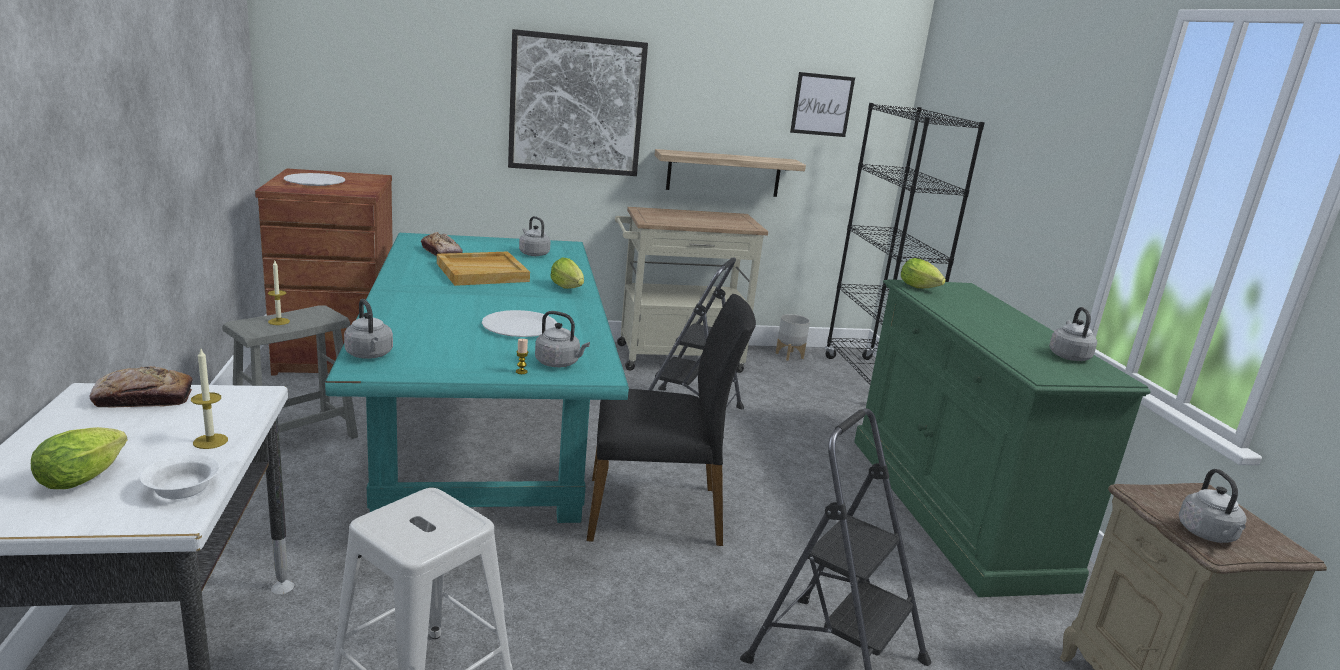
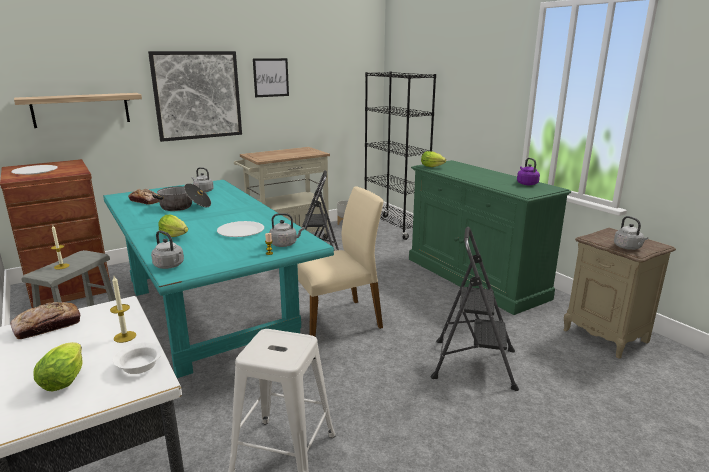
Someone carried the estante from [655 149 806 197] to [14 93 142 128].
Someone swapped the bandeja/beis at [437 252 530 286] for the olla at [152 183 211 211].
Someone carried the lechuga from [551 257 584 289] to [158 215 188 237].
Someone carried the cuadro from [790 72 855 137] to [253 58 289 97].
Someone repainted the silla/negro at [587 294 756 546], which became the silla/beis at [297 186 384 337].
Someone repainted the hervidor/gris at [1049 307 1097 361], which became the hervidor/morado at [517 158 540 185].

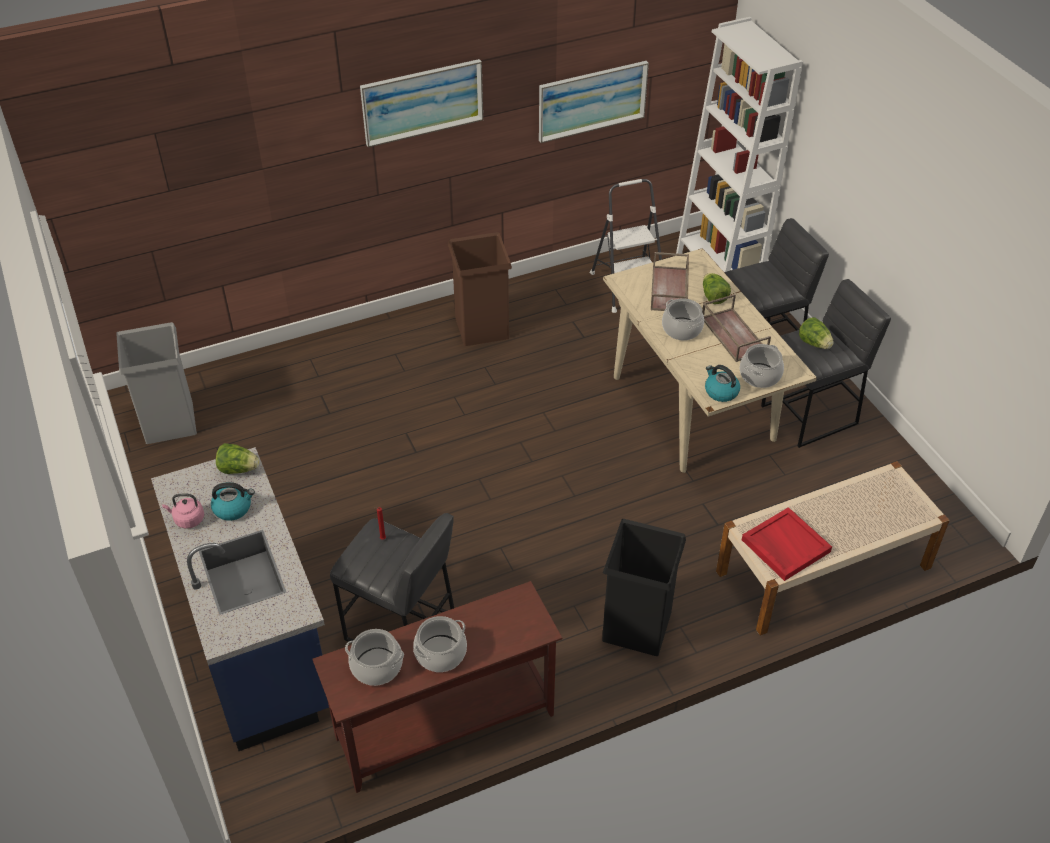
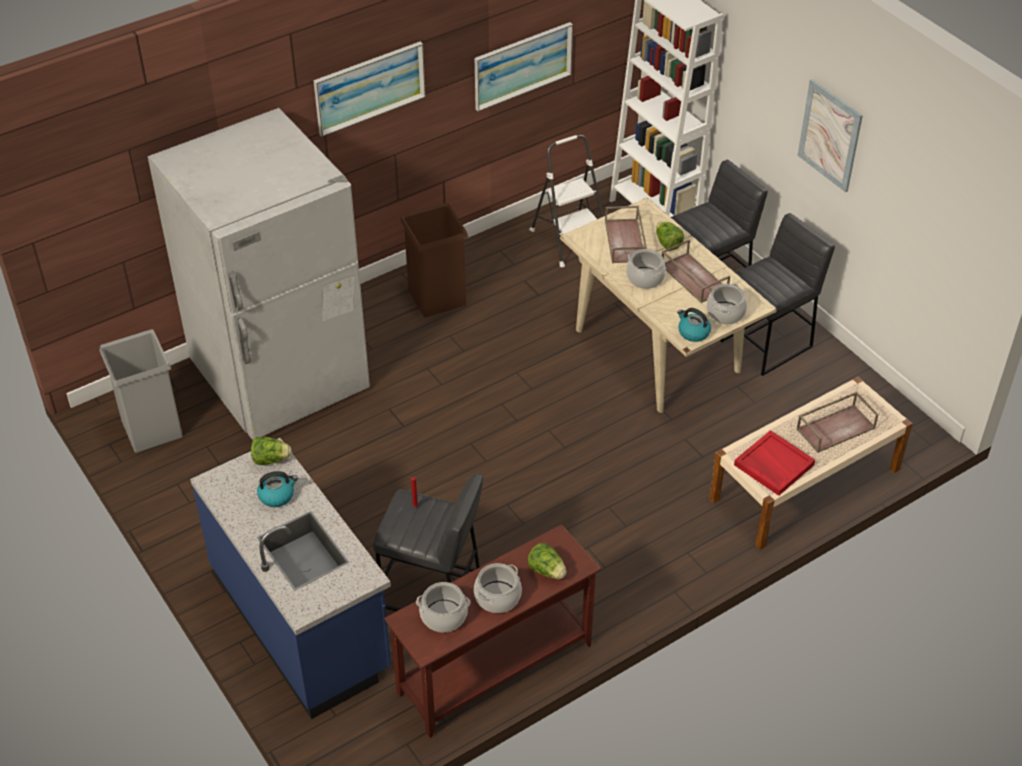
Someone put down the nevera/blanco at [148 108 370 440].
Someone carried the lechuga from [799 317 834 349] to [528 543 567 579].
Someone put down the bandeja/marrón at [796 392 878 453].
Someone put up the cuadro at [798 79 863 192].
Someone took away the hervidor/rosa at [162 494 204 529].
Someone took away the papelera/negro at [602 519 686 656].

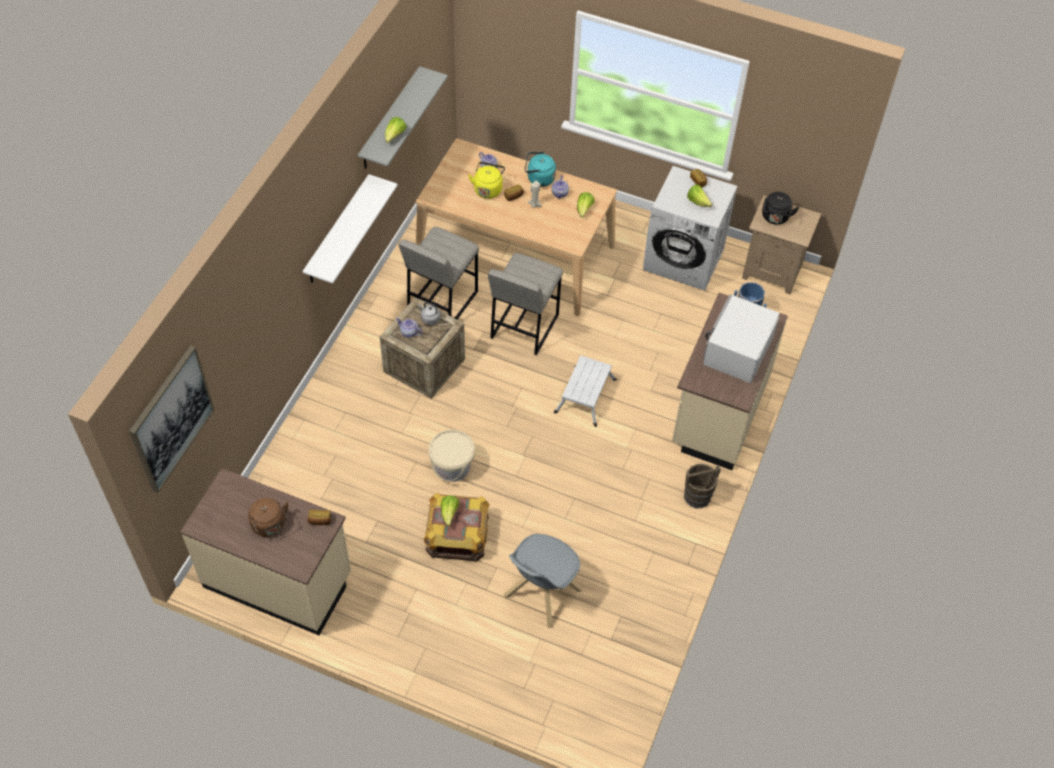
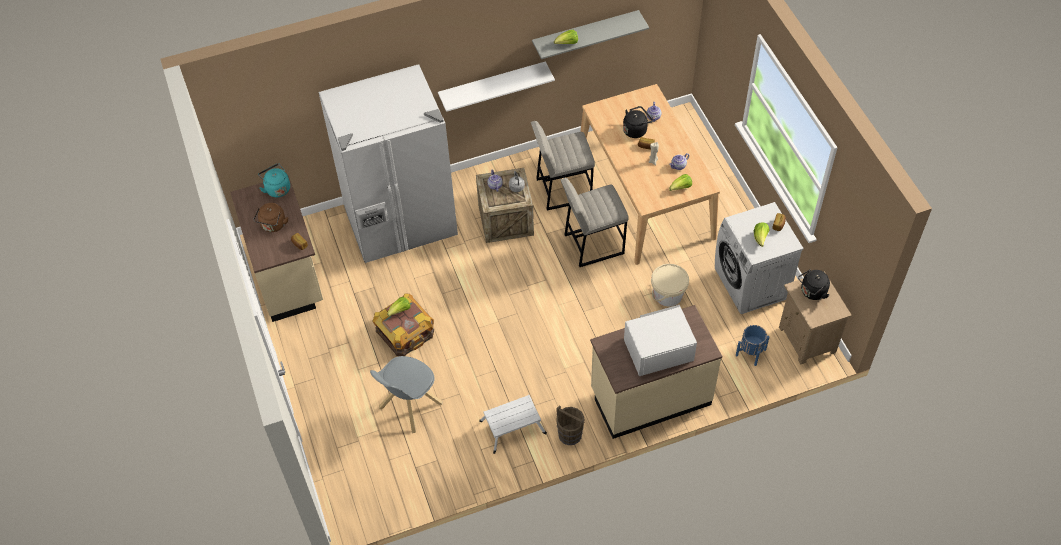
Someone carried the hervidor/turquesa from [525 152 556 187] to [258 163 290 197].
Someone put down the nevera/blanco at [319 64 458 263].
Someone rotated the silla/gris at [504 534 582 628] by 45 degrees counterclockwise.
Someone carried the escalera de tijera/blanco from [554 355 617 427] to [479 395 547 454].
Someone repainted the hervidor/amarillo at [468 162 505 199], which became the hervidor/negro at [623 106 653 138].
Someone carried the cubo/beis from [429 430 475 482] to [651 264 689 307].
Someone took away the cuadro at [129 345 214 493].

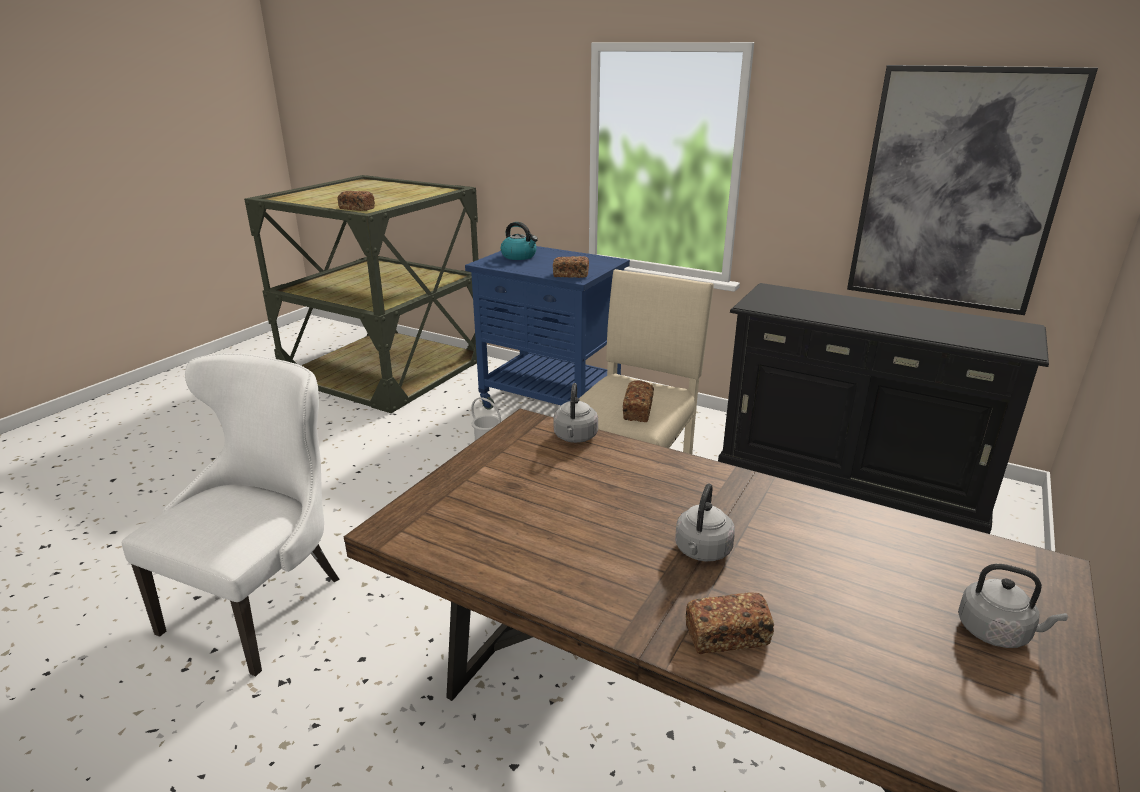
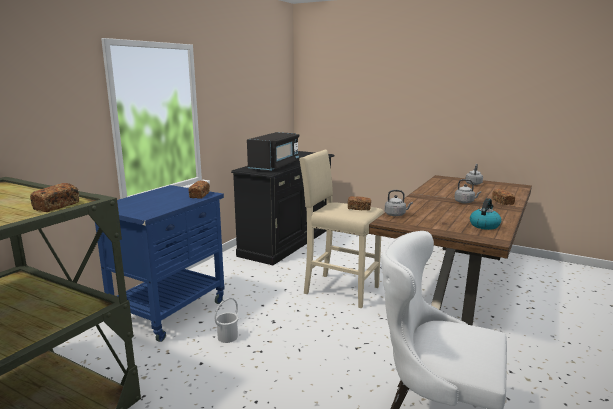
Someone put down the microondas/negro at [247 132 299 171].
Someone carried the hervidor from [501 222 538 260] to [470 198 501 230].
Someone took away the cuadro at [847 65 1098 315].

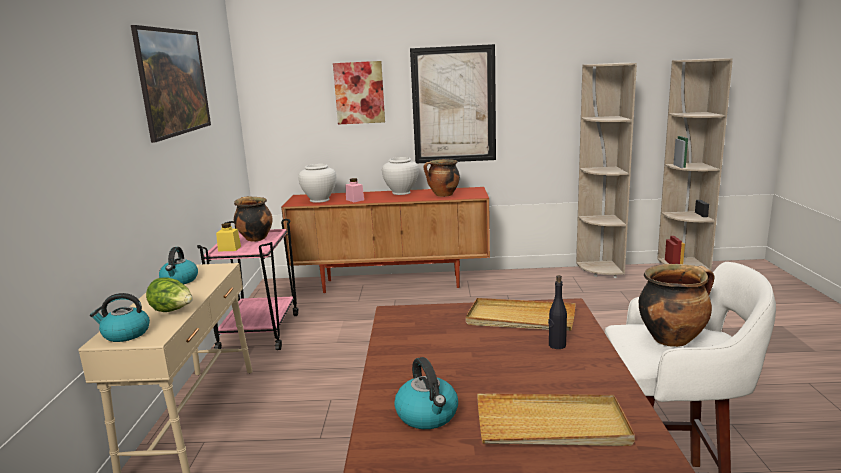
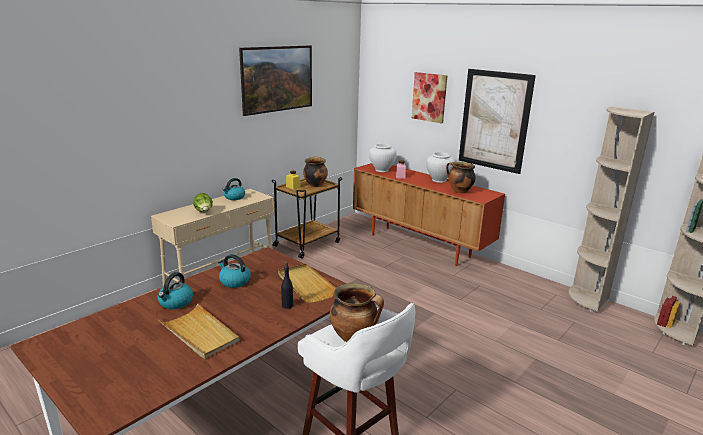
Someone carried the hervidor from [90 293 150 342] to [218 254 251 288].
Someone repainted the carrito/rosa at [197 219 298 350], which became the carrito/marrón at [272 177 342 259].

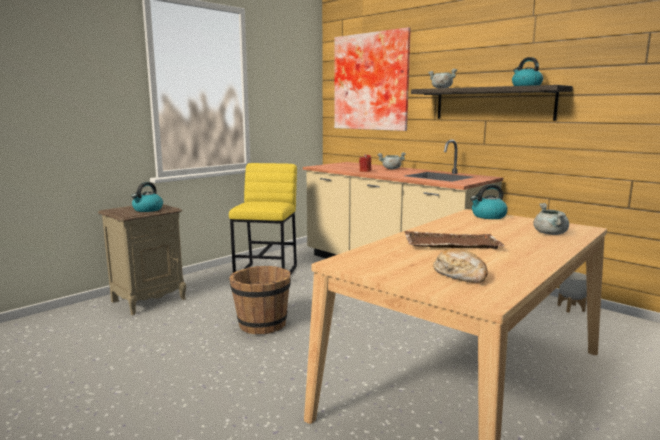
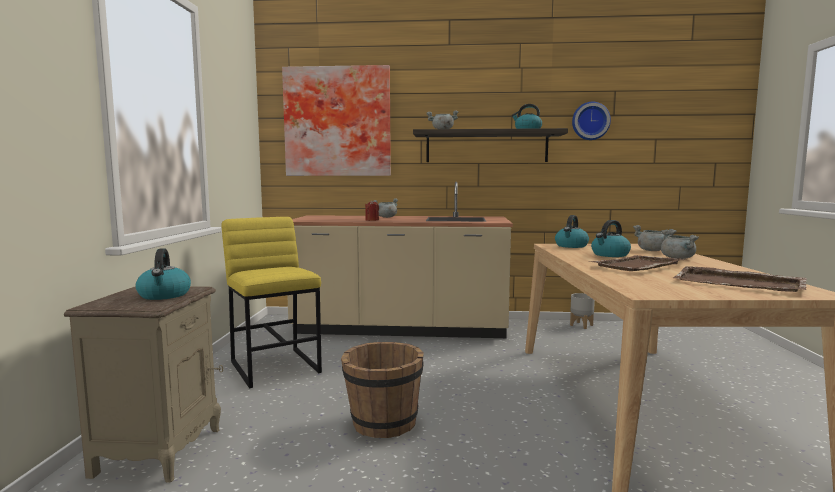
Someone put up the reloj de pared at [572 102 611 140].
Someone put down the hervidor at [591 220 631 257].
Someone put down the olla/gris at [661 229 699 259].
Someone swapped the pan at [433 249 488 283] for the bandeja/marrón at [673 266 807 292].

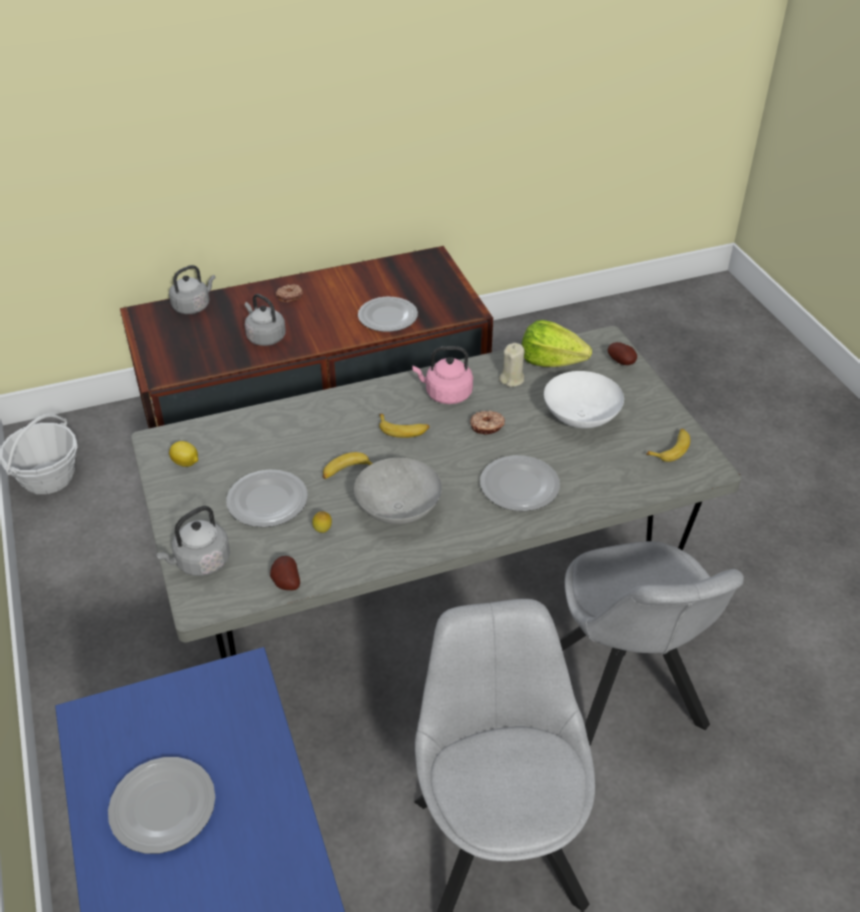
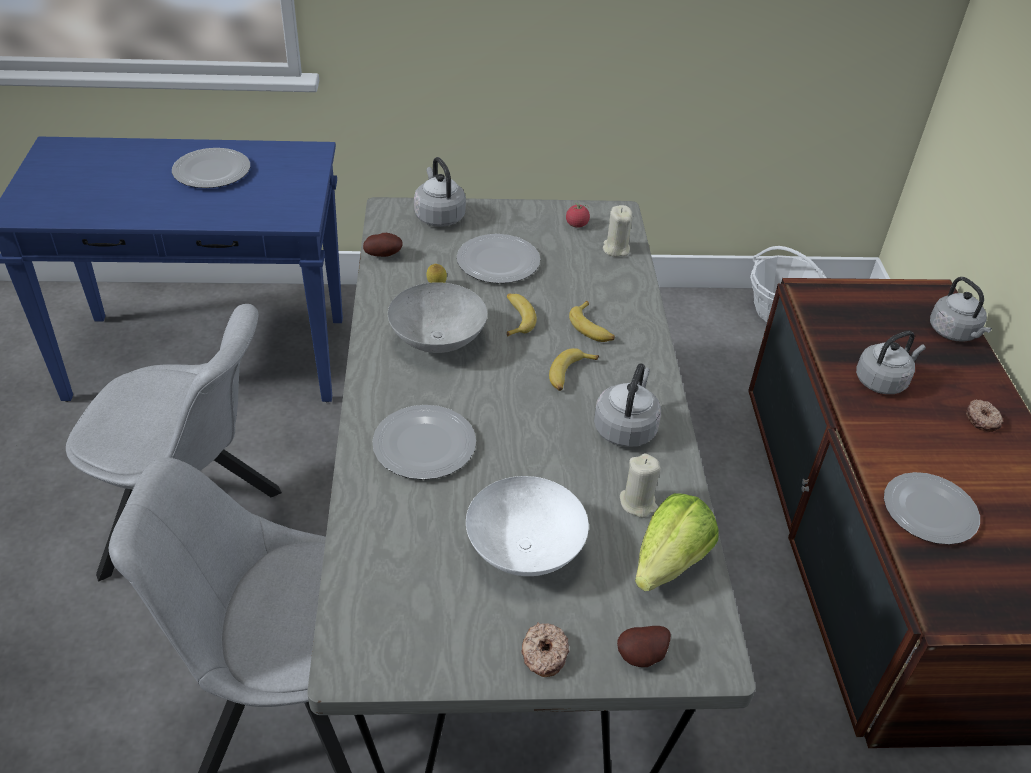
Someone carried the rosquilla from [470 411 505 435] to [521 622 569 677].
Someone swapped the limón at [169 441 198 467] for the tomate at [566 202 590 227].
Someone carried the plátano from [646 429 690 462] to [569 301 615 342].
Someone repainted the hervidor/rosa at [412 346 473 404], which became the hervidor/gris at [594 363 661 447].
Someone put down the vela/beis at [603 205 633 257].

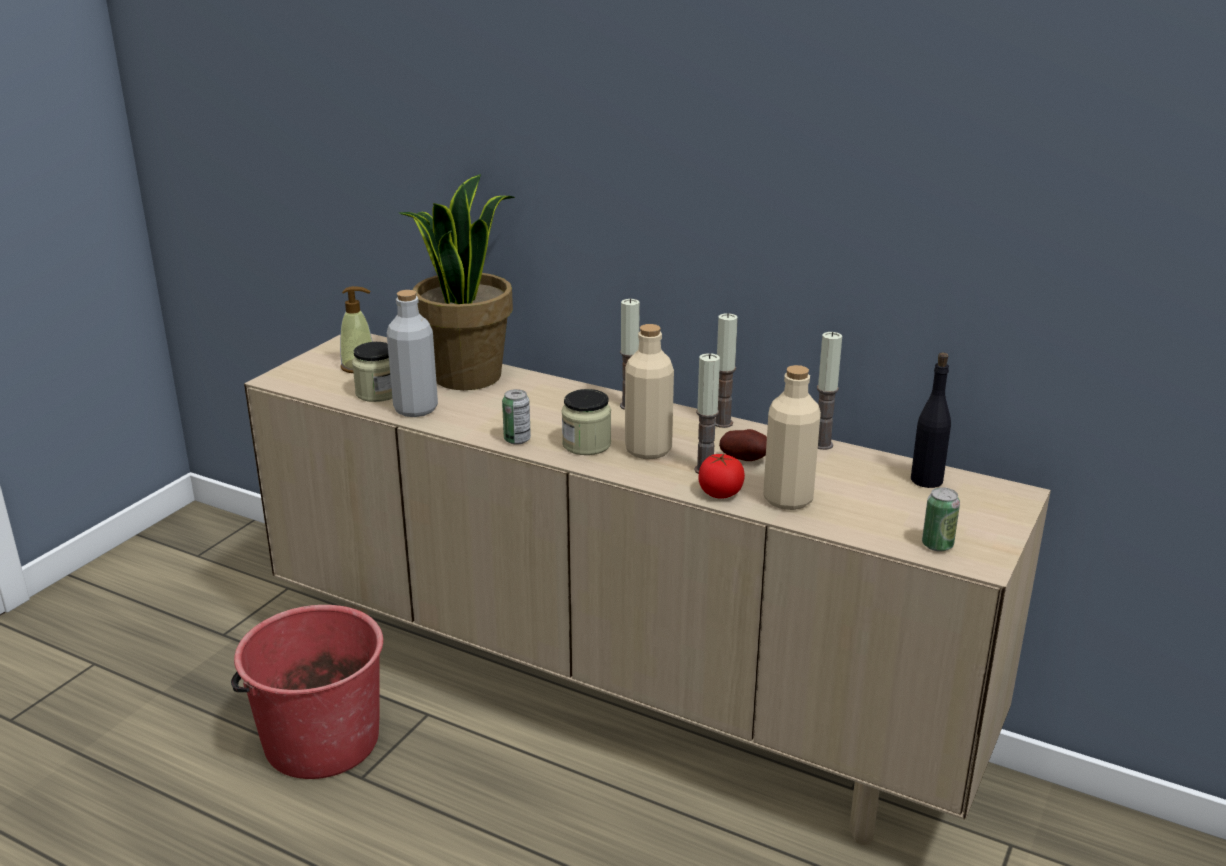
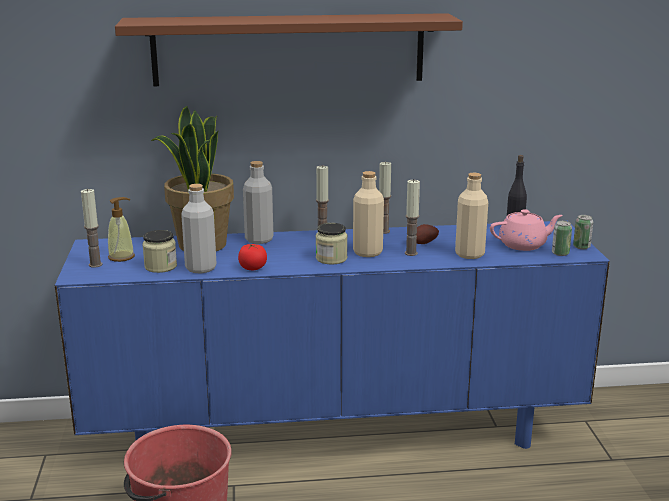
Someone repainted the armario/beis at [244 334 1051 845], which became the armario/azul at [55 221 610 449].
Someone carried the vela from [817 332 842 450] to [81 188 103 268].
Someone put up the estante/marrón at [115 13 463 86].
Someone carried the tomate from [698 454 745 499] to [238 244 267 270].
Someone put down the botella/gris at [243 161 273 244].
Someone put down the tetera/rosa at [490 209 563 251].
Someone carried the lata from [502 389 531 445] to [573 215 593 250].

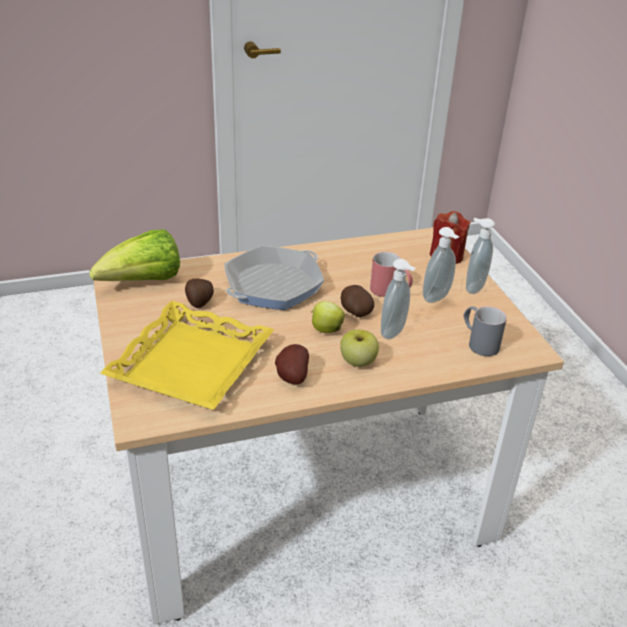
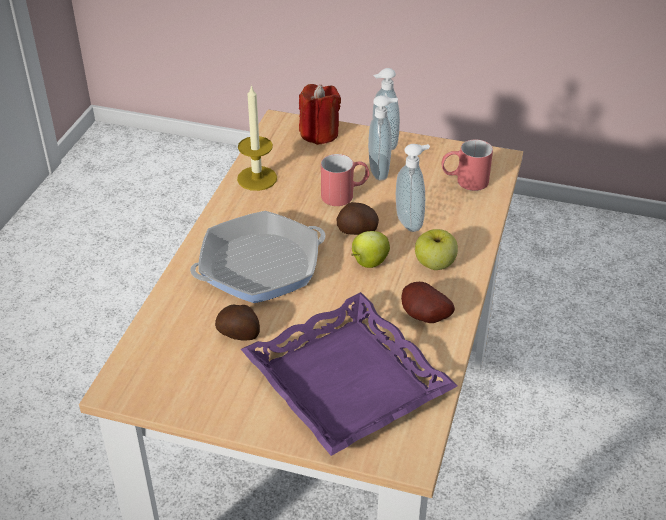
Someone rotated the sartén at [224 246 324 310] by 75 degrees clockwise.
Someone put down the vela at [237 84 277 191].
Someone repainted the bandeja/amarillo at [100 301 274 410], which became the bandeja/morado at [241 292 458 456].
Someone repainted the taza grande/gris at [464 306 507 356], which became the taza grande/rojo at [442 139 493 191].
Someone took away the lechuga at [90 229 180 281].

